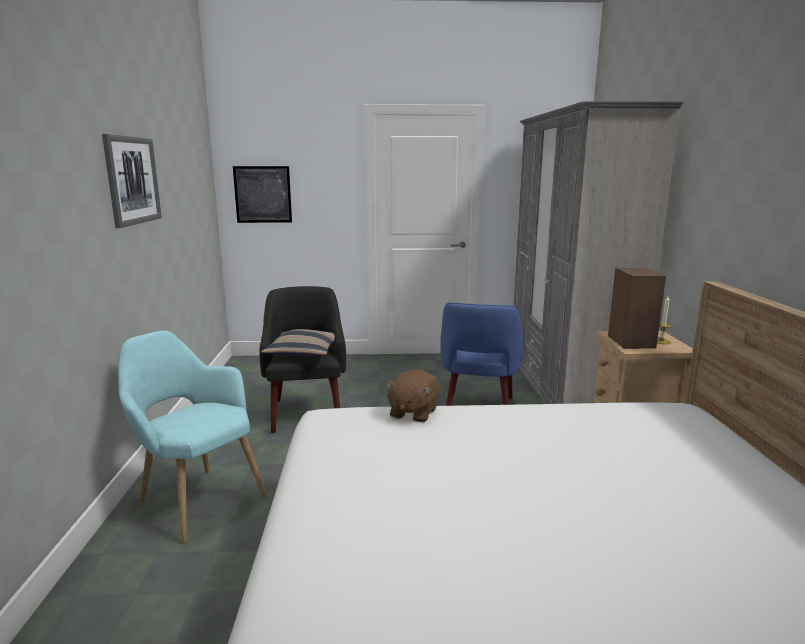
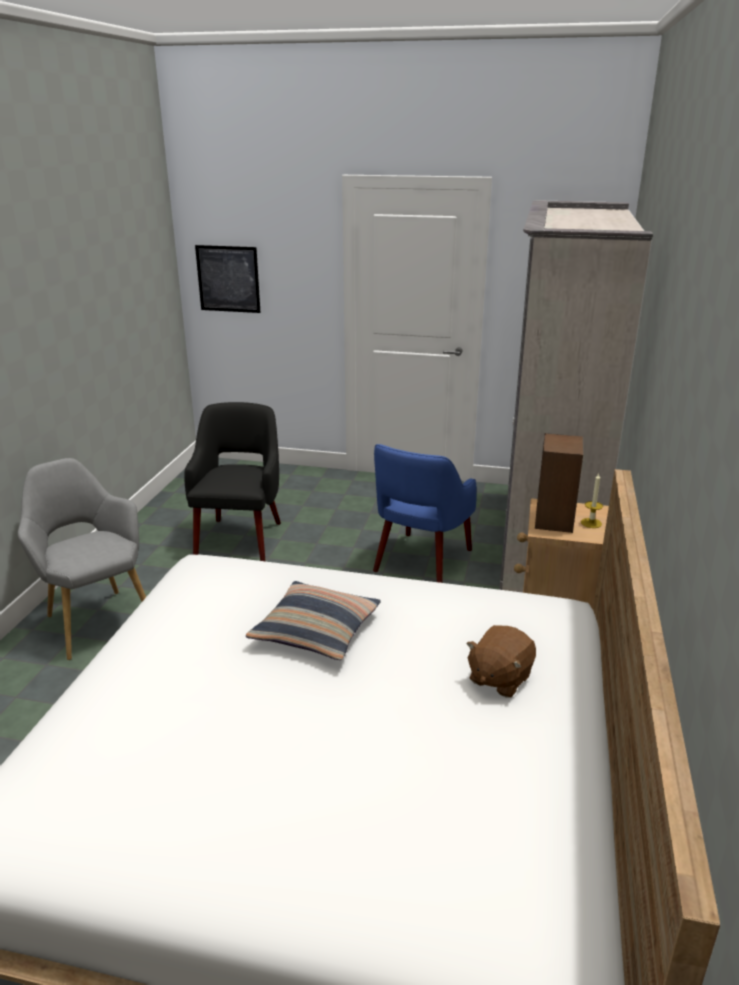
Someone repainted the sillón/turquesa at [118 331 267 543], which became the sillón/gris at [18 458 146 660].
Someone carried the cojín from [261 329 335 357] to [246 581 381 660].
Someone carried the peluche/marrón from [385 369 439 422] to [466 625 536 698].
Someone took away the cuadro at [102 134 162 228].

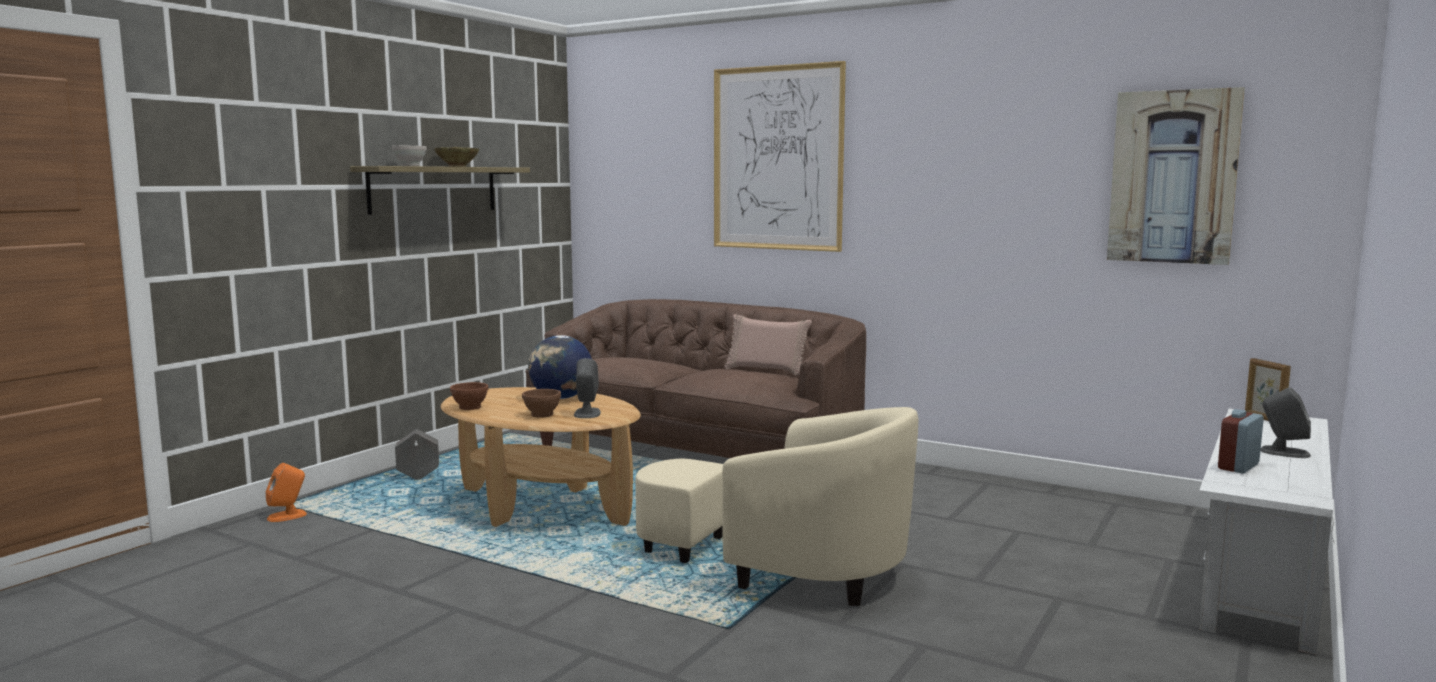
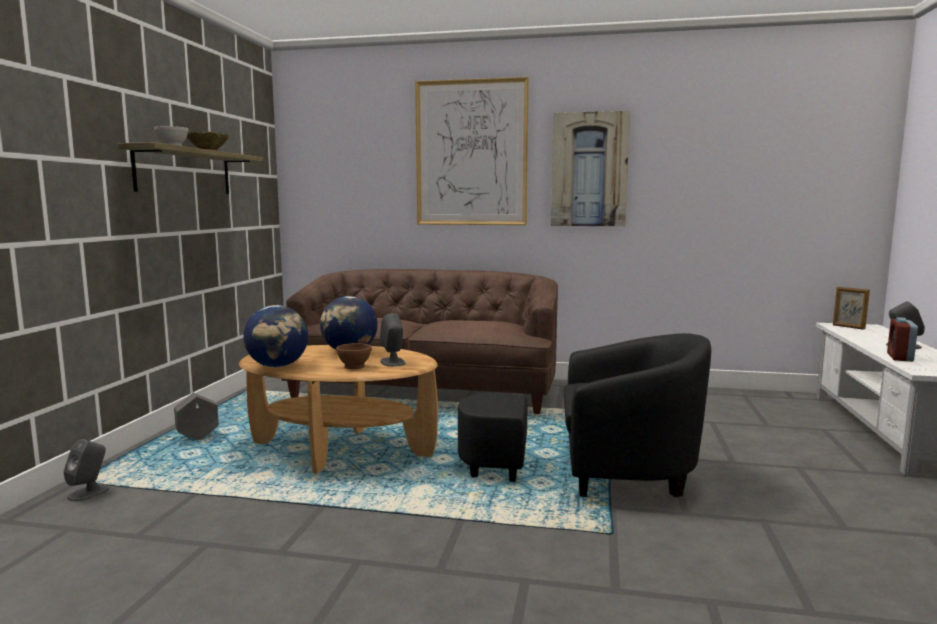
Someone repainted the altavoz/naranja at [266 463 307 522], which became the altavoz/gris at [64 439 109 502].
Someone swapped the cuenco/marrón at [450 382 488 410] for the globo terráqueo at [243 305 308 367].
Someone repainted the sillón/beis at [635 407 919 606], which became the sillón/negro at [458 333 711 497].
Someone carried the cuadro from [1107 87 1245 265] to [551 111 630 226].
Someone took away the cojín/beis at [724 314 812 376].

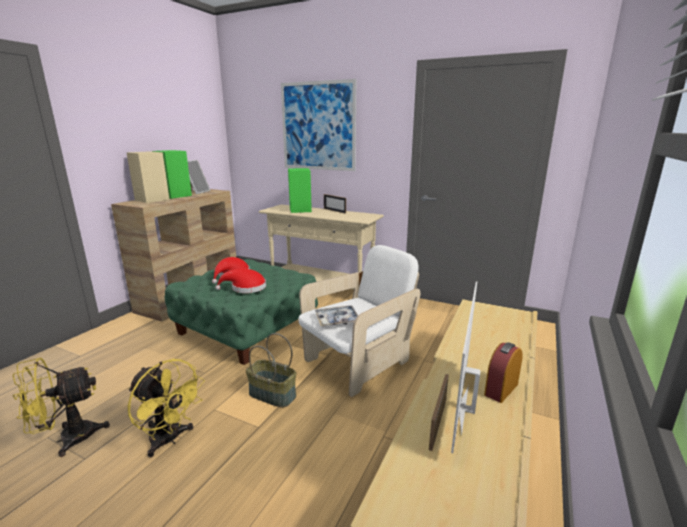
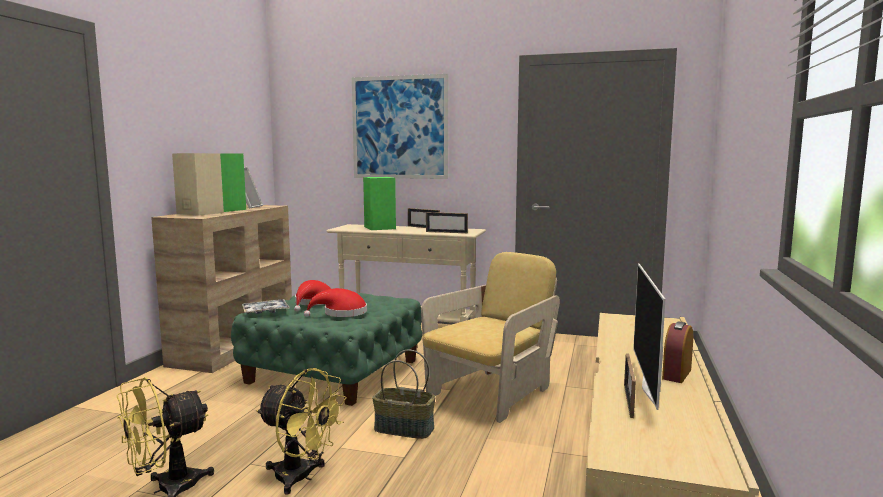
Someone carried the bandeja from [315 305 358 326] to [242 299 290 314].
Someone repainted the sillón/blanco at [298 245 421 397], which became the sillón/amarillo at [421 252 560 423].
Someone put down the portarretratos at [426 212 468 233].

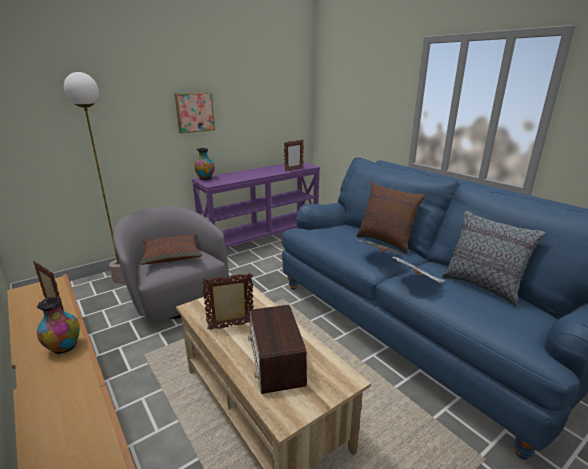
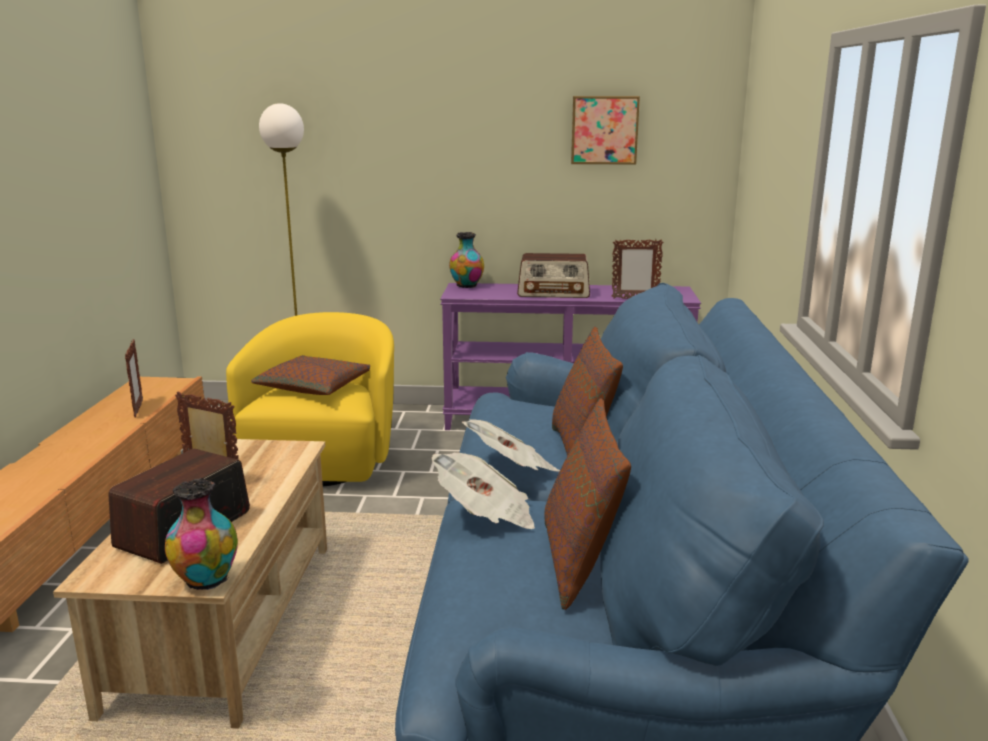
Someone carried the florero from [37 297 80 354] to [165 478 238 590].
Someone repainted the sillón/gris at [113 206 229 324], which became the sillón/amarillo at [226 312 394 486].
Someone put down the radio at [517 253 590 298].
Someone repainted the cojín/gris at [442 210 545 307], which became the cojín/marrón at [545 398 631 610].
Someone carried the cuadro from [175 92 215 133] to [571 96 640 165].

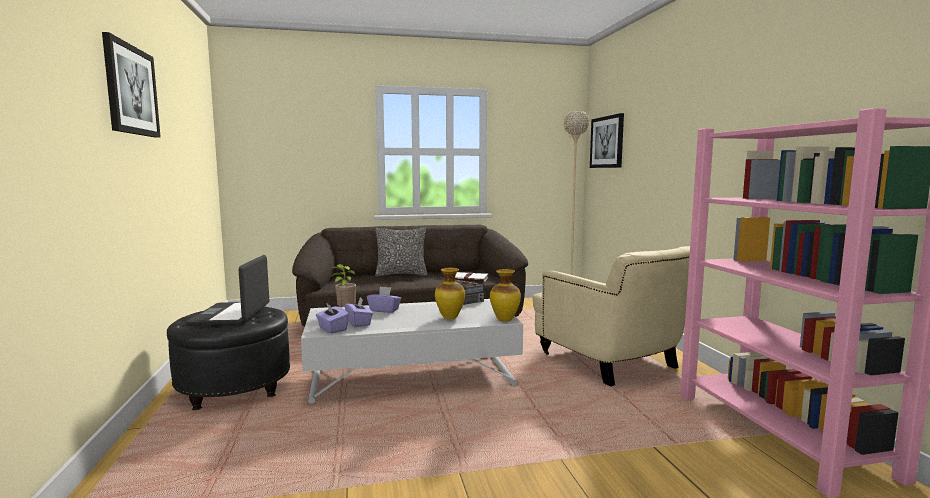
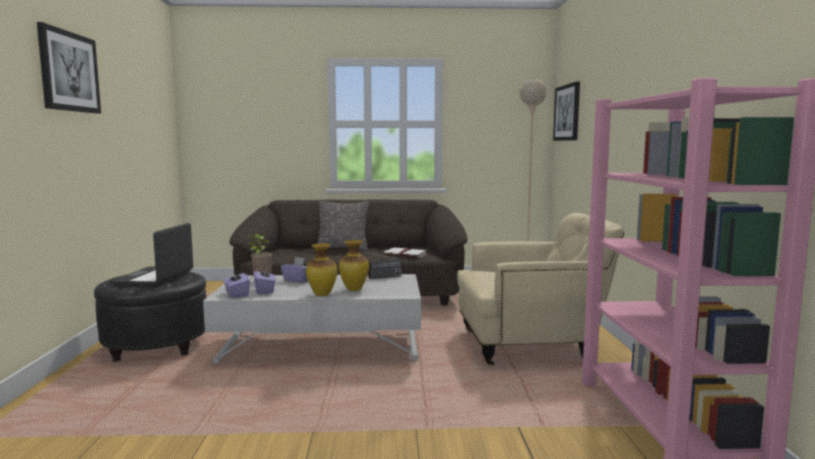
Someone carried the florero from [490 269 521 322] to [306 243 337 296].
Someone rotated the sillón/beis at [533 246 690 387] by 75 degrees counterclockwise.

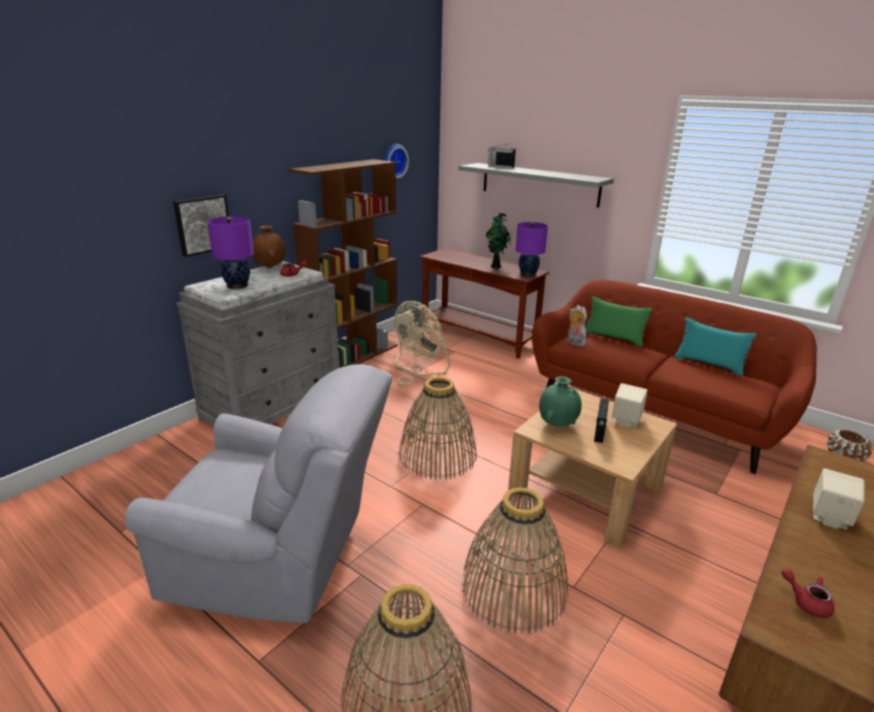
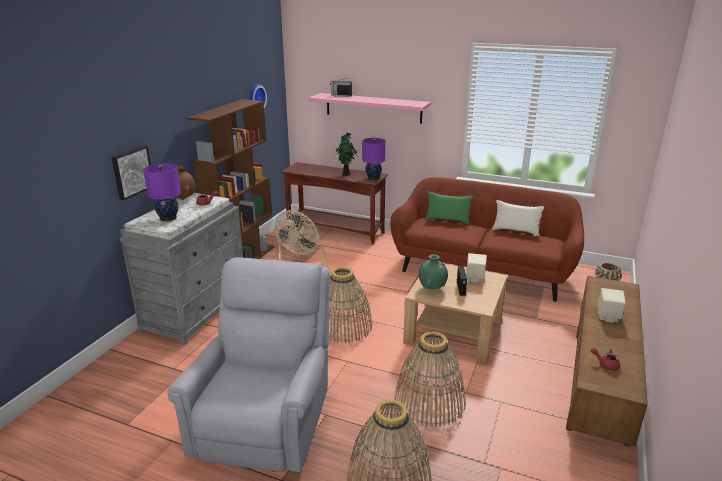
Someone rotated the sillón/gris at [125 364 392 623] by 75 degrees counterclockwise.
Someone repainted the estante/gris at [458 163 614 208], which became the estante/rosa at [308 93 431 124].
Someone repainted the cojín/turquesa at [674 318 757 376], which became the cojín/blanco at [492 200 544 236].
Someone took away the peluche at [568 305 587 346].

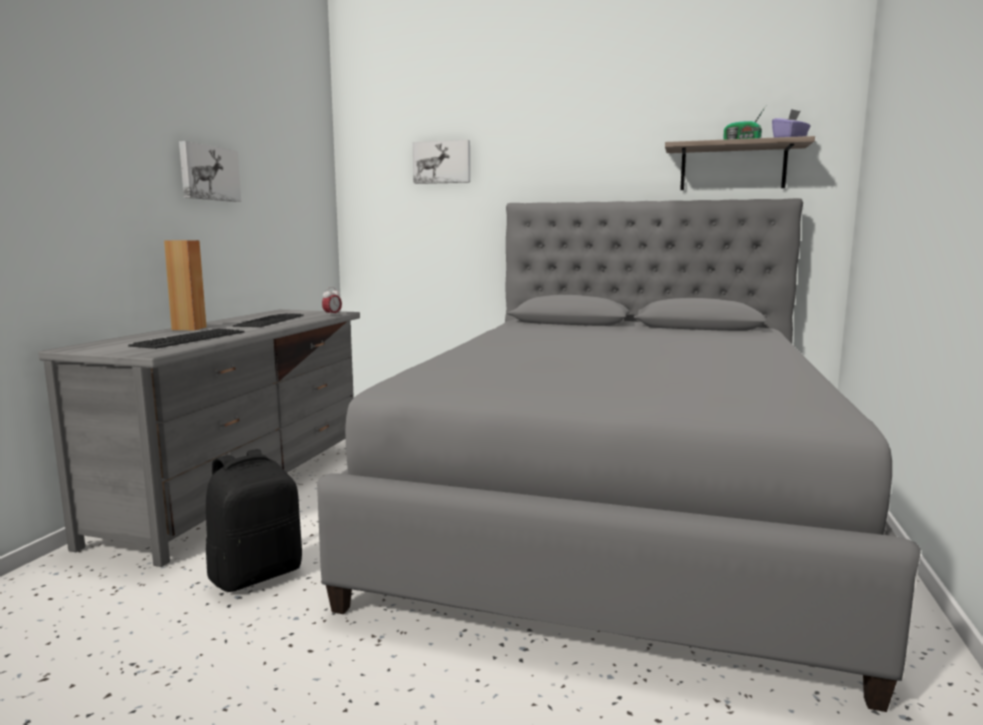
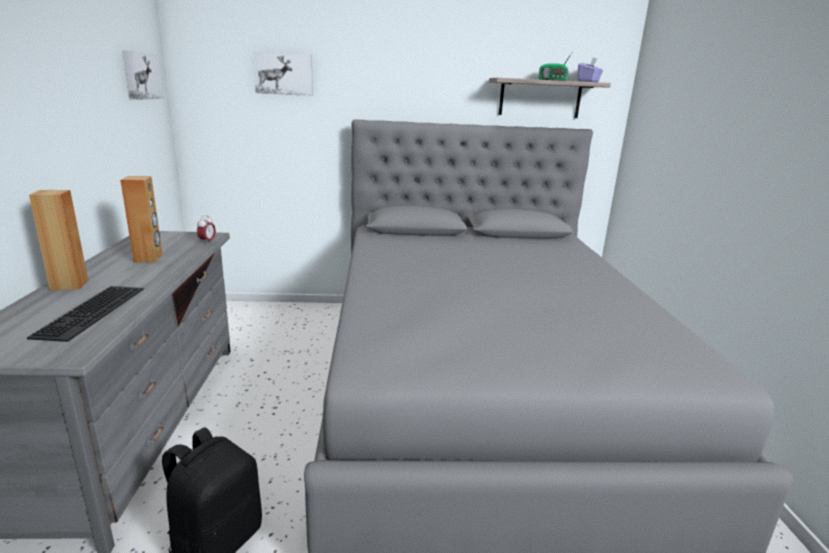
Someone swapped the teclado at [233 313 304 327] for the altavoz/marrón at [120 176 163 263].
Someone carried the cuadro from [179 141 241 202] to [122 51 163 100].

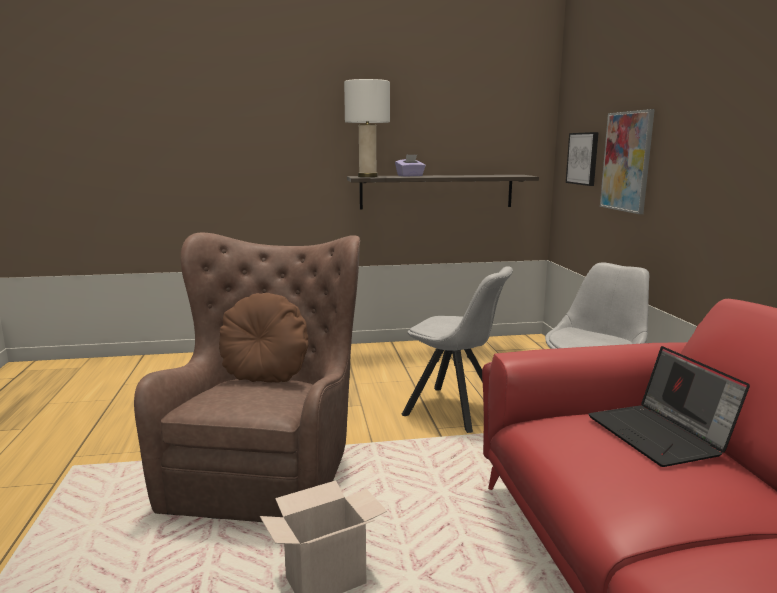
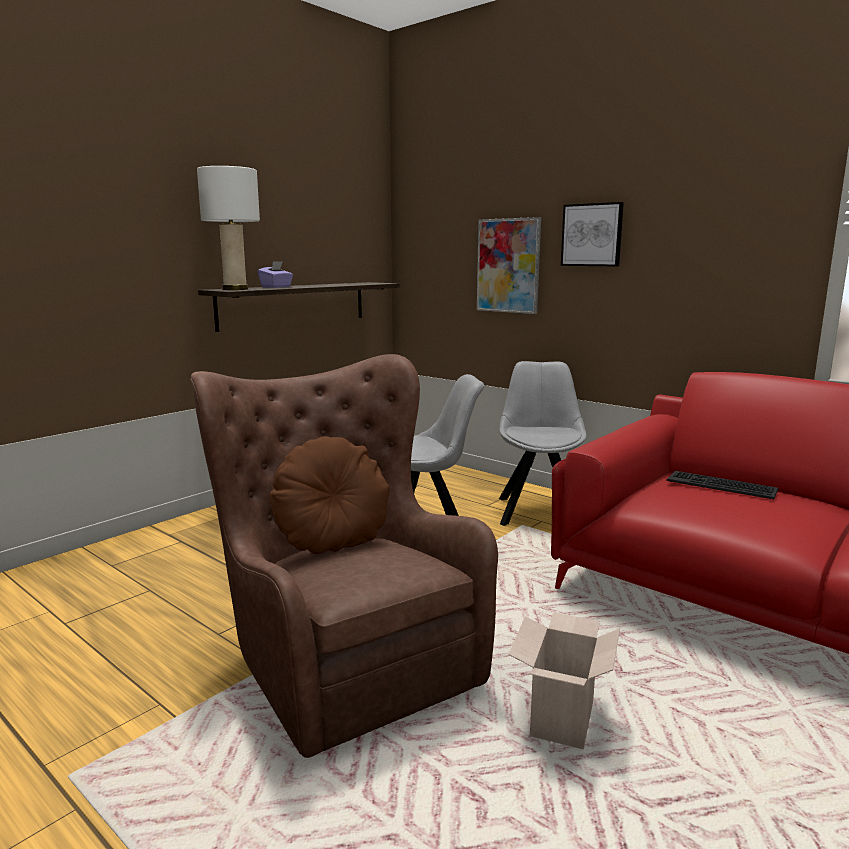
Someone carried the cuadro from [566 132 599 186] to [561 202 624 266].
Someone swapped the portátil at [588 346 750 467] for the teclado at [667 471 778 500].

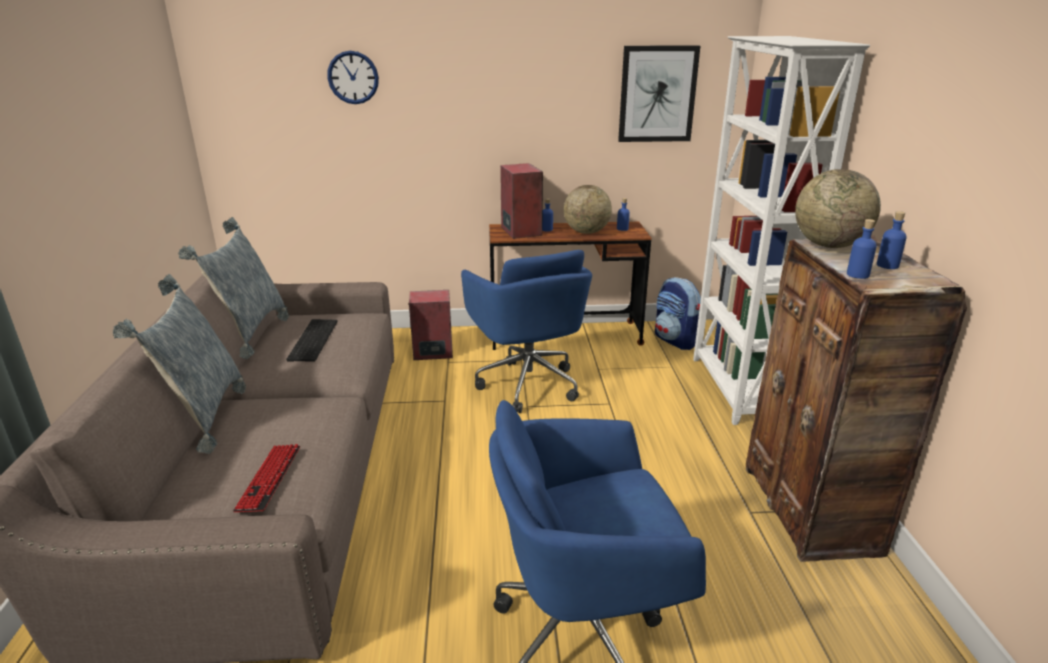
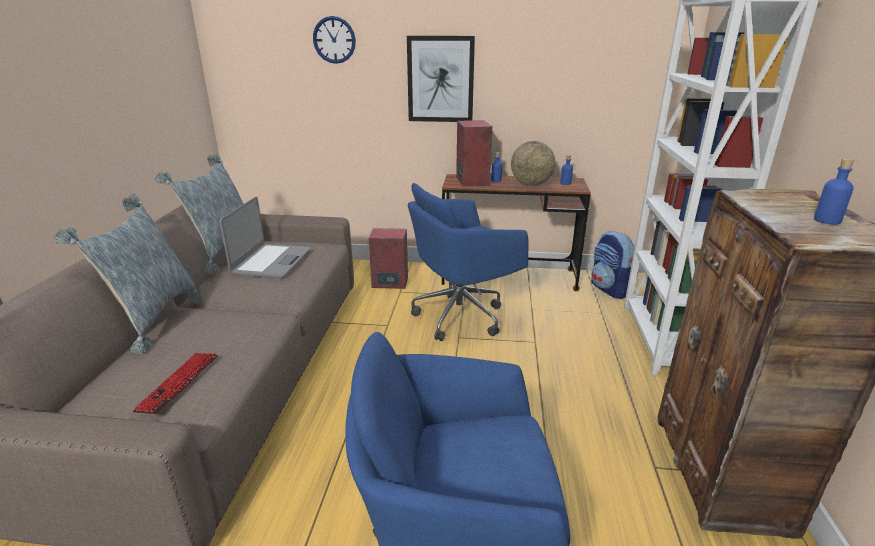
Someone swapped the teclado at [286 319 338 362] for the portátil at [220 197 311 278].
Someone carried the cuadro from [618 45 700 142] to [407 36 475 122].
Someone rotated the silla de oficina/azul at [461 250 592 413] by 75 degrees clockwise.
Someone took away the globo terráqueo at [795 169 881 248].
Someone took away the botella/azul at [847 219 877 279].

